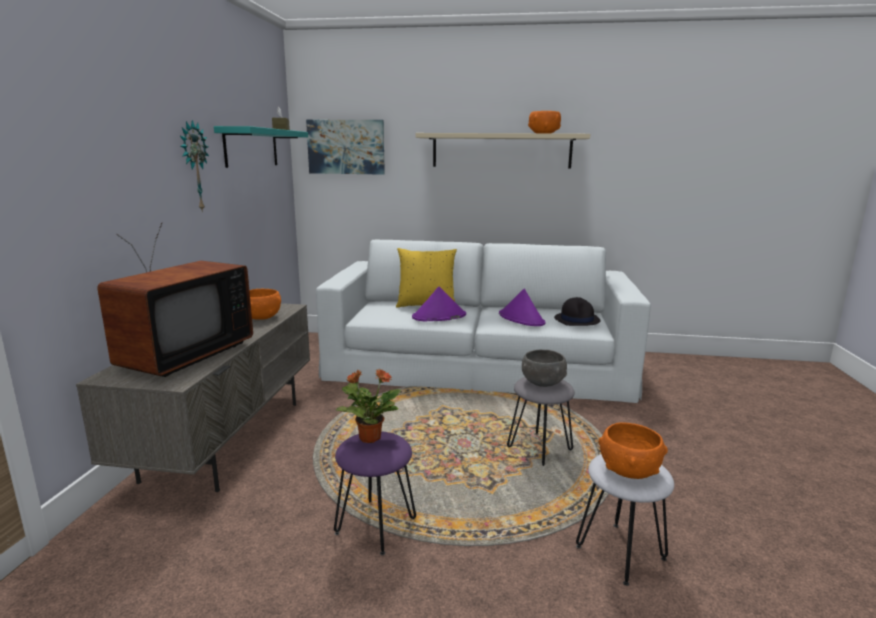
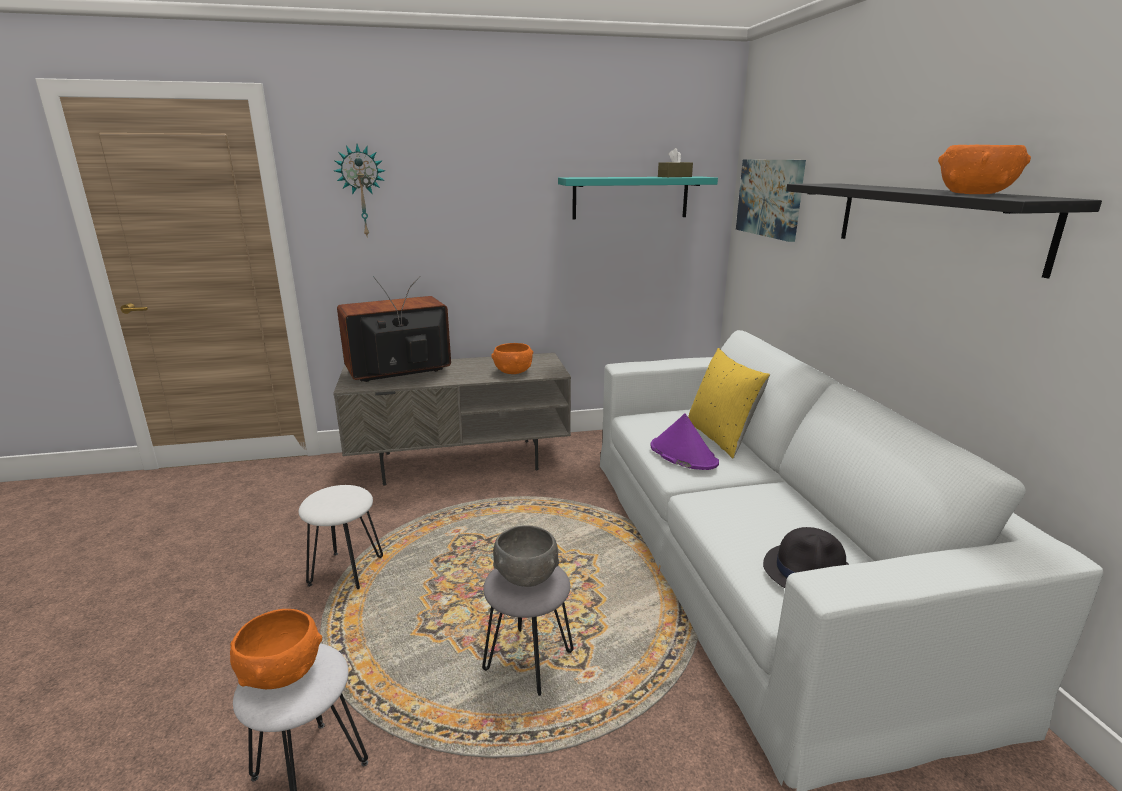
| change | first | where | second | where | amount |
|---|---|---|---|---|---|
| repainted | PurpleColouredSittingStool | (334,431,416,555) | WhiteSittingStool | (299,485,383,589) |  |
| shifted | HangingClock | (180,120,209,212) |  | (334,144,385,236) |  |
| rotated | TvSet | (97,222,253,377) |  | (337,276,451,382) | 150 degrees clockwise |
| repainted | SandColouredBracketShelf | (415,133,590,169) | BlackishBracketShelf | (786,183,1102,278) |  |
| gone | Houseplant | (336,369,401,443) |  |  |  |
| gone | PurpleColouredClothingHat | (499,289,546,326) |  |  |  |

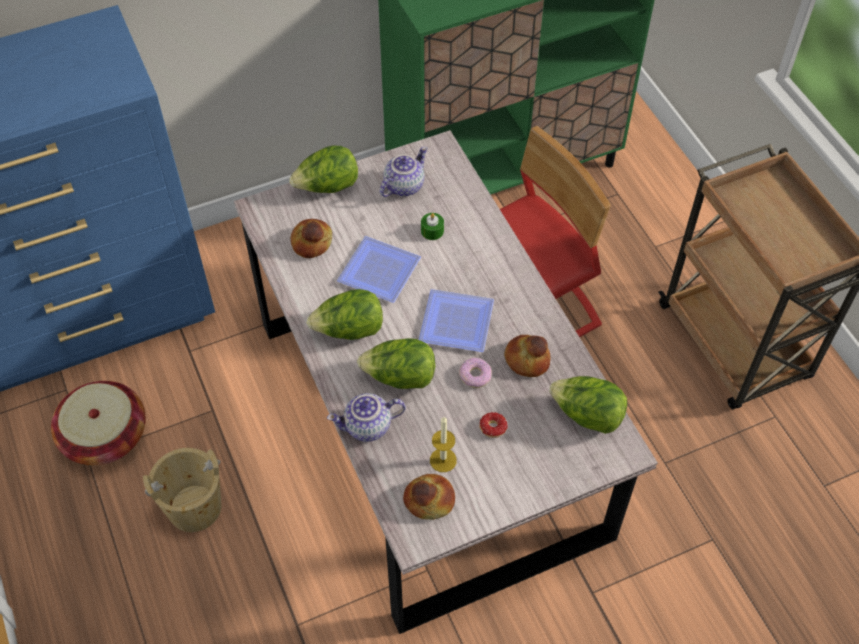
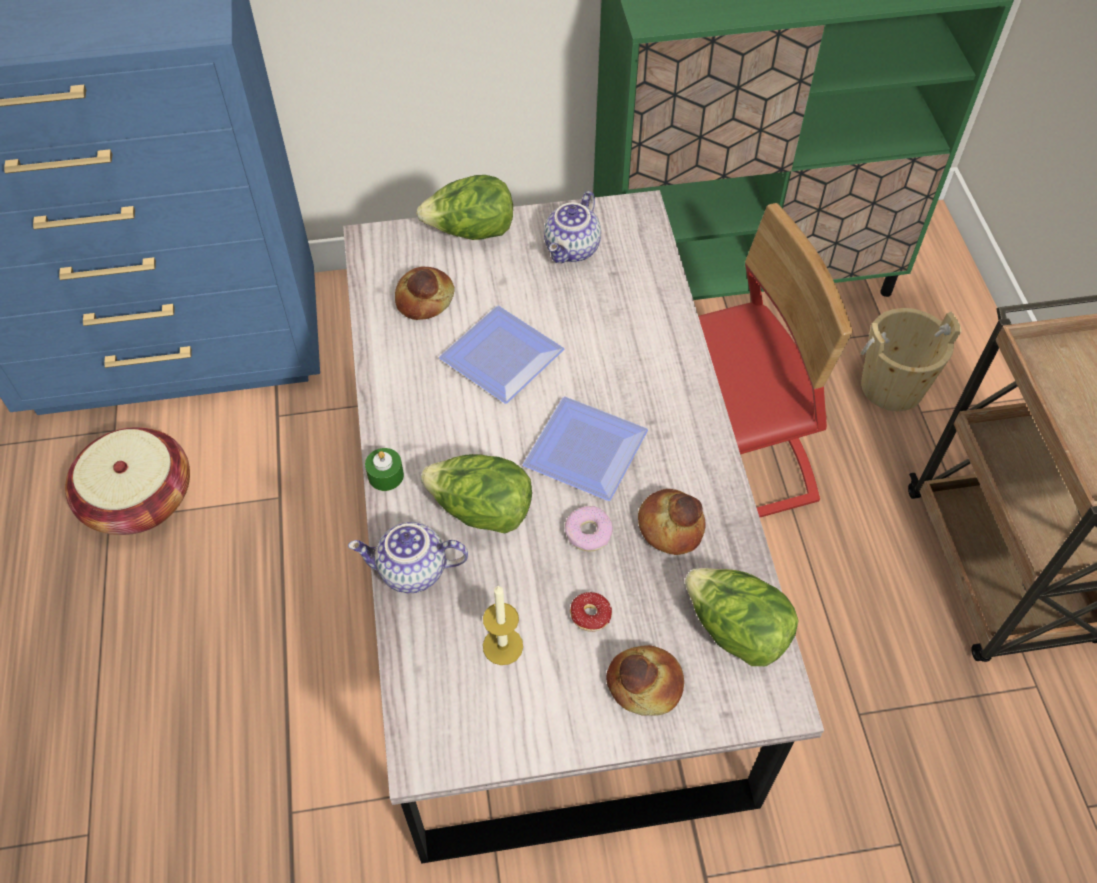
| change | first | where | second | where | amount |
|---|---|---|---|---|---|
| shifted | GreenishWaxCandle | (421,213,444,240) |  | (365,448,404,491) |  |
| rotated | TeaPot | (380,147,428,197) |  | (544,191,601,263) | 150 degrees clockwise |
| shifted | Bread | (403,474,455,520) |  | (606,645,684,716) |  |
| shifted | SandColouredWaterBucket | (143,448,222,532) |  | (861,308,962,411) |  |
| gone | Lettuce | (307,289,383,340) |  |  |  |

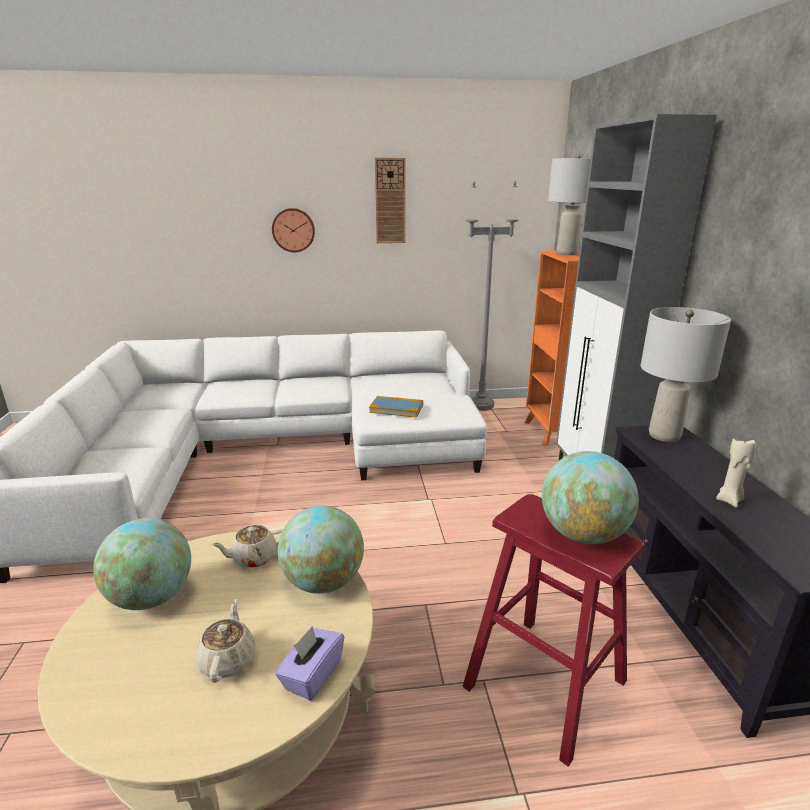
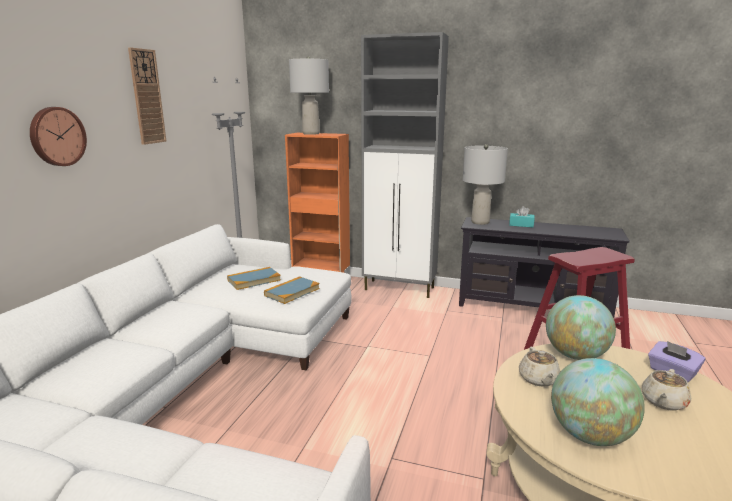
| change | first | where | second | where | amount |
|---|---|---|---|---|---|
| new |  |  | Book | (227,267,281,290) |  |
| new |  |  | BlueGreenBoxOfTissues | (509,206,535,228) |  |
| rotated | SandColouredTeaPot | (196,599,255,683) |  | (642,369,691,411) | 75 degrees counterclockwise |
| gone | Globe | (542,451,639,544) |  |  |  |
| gone | SandColouredWaxCandle | (716,438,756,508) |  |  |  |

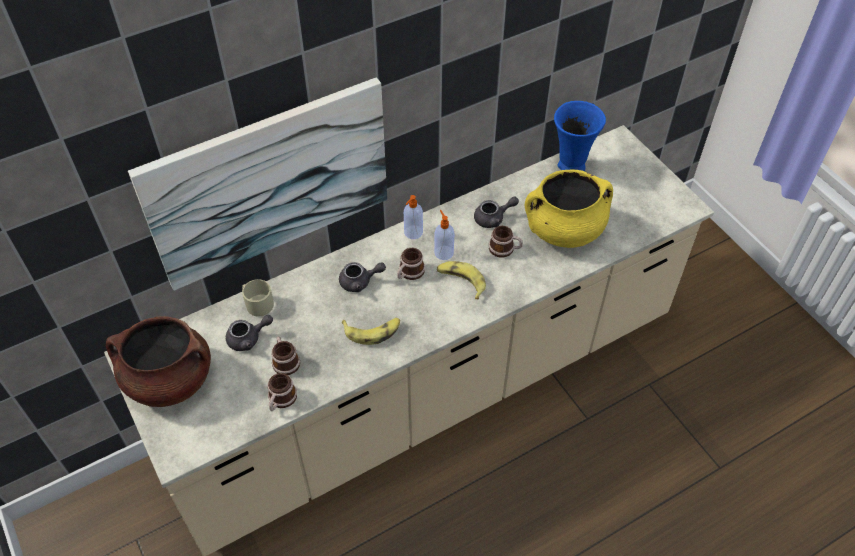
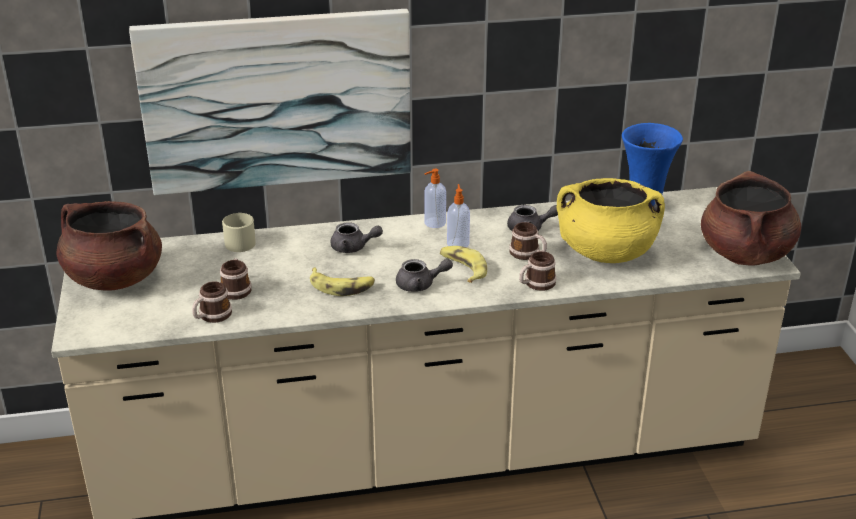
| change | first | where | second | where | amount |
|---|---|---|---|---|---|
| shifted | GrayTeaPot | (226,315,273,351) |  | (396,259,453,292) |  |
| shifted | CoffeeMug | (397,248,425,280) |  | (519,251,557,291) |  |
| new |  |  | BrownColouredSaucepot | (701,171,801,266) |  |

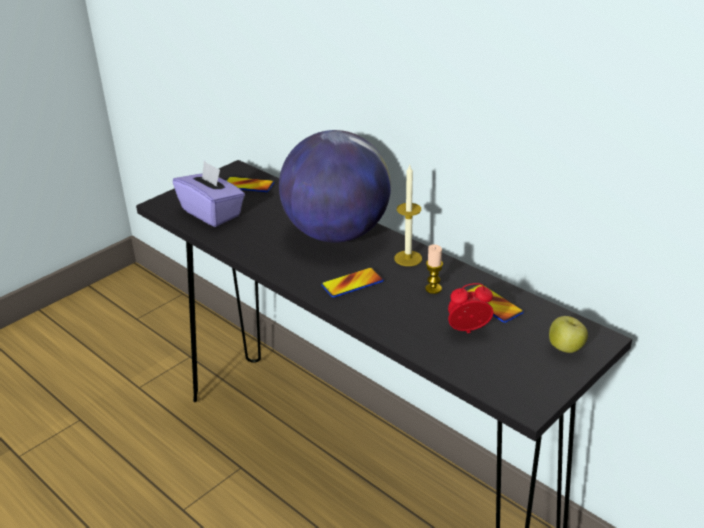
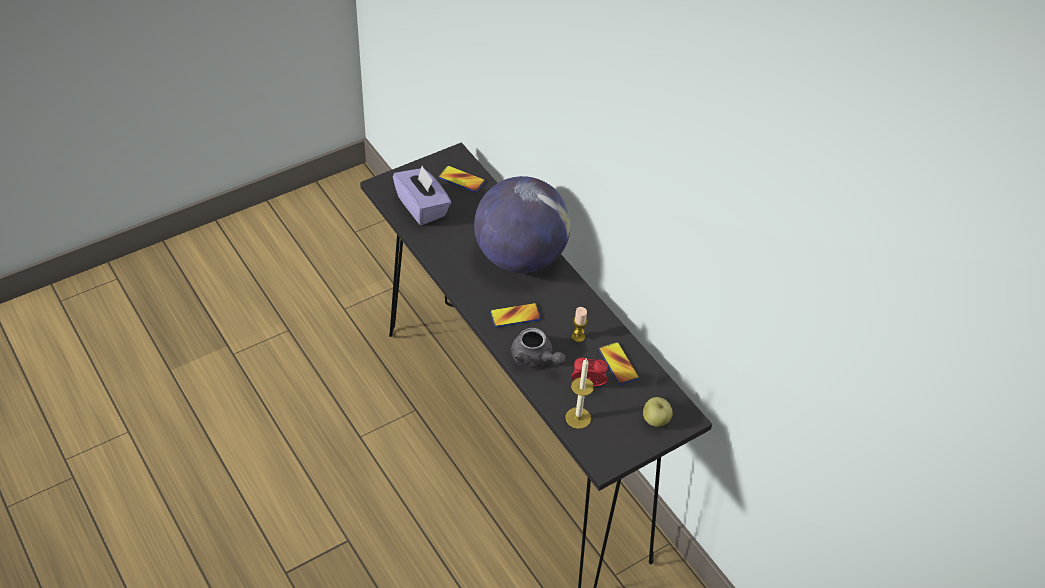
| change | first | where | second | where | amount |
|---|---|---|---|---|---|
| new |  |  | GrayTeaPot | (511,328,566,368) |  |
| shifted | WaxCandle | (394,165,422,266) |  | (565,358,594,429) |  |

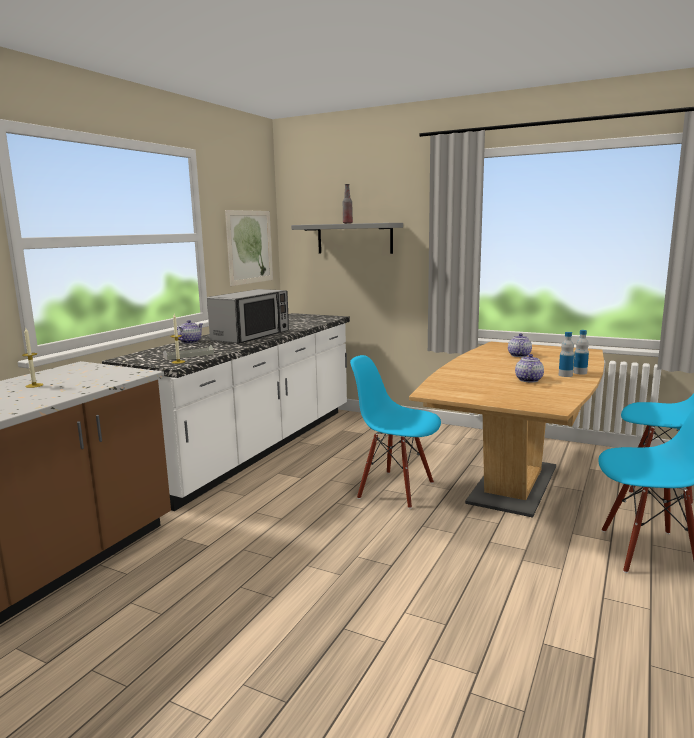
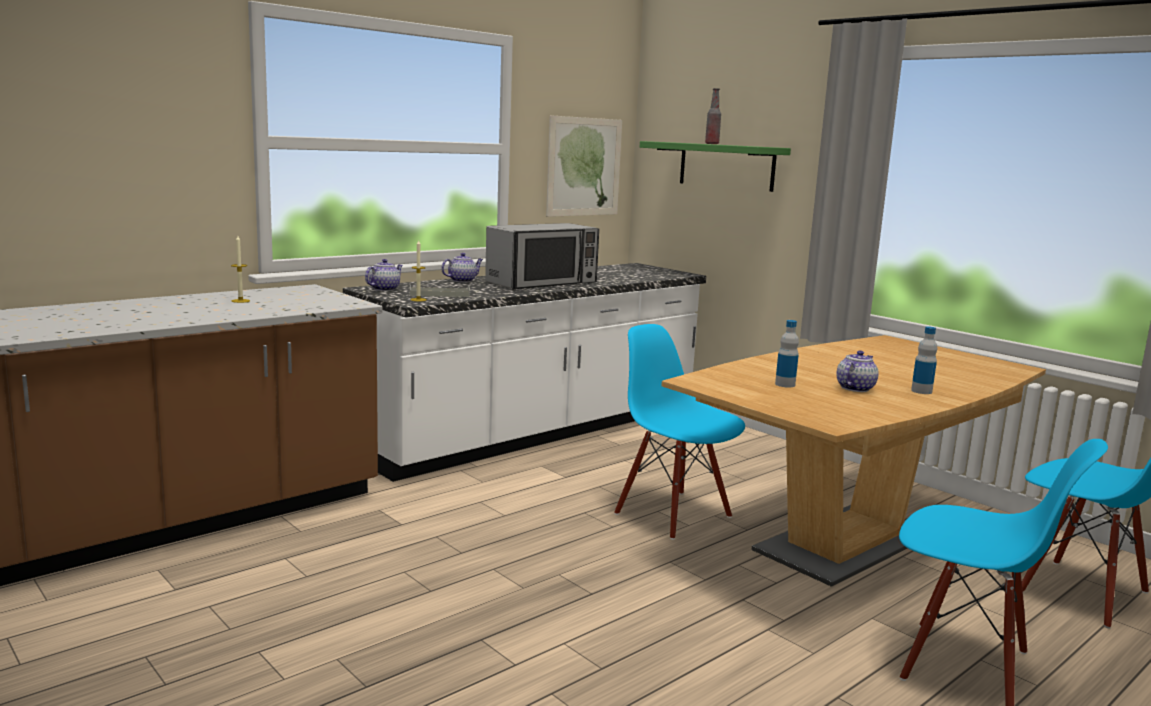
| change | first | where | second | where | amount |
|---|---|---|---|---|---|
| shifted | TeaPot | (508,333,532,357) |  | (365,259,403,291) |  |
| repainted | GrayBracketShelf | (291,223,403,254) | GreenishBracketShelf | (640,141,791,192) |  |
| shifted | DrinkBottle | (573,330,589,375) |  | (775,320,799,388) |  |

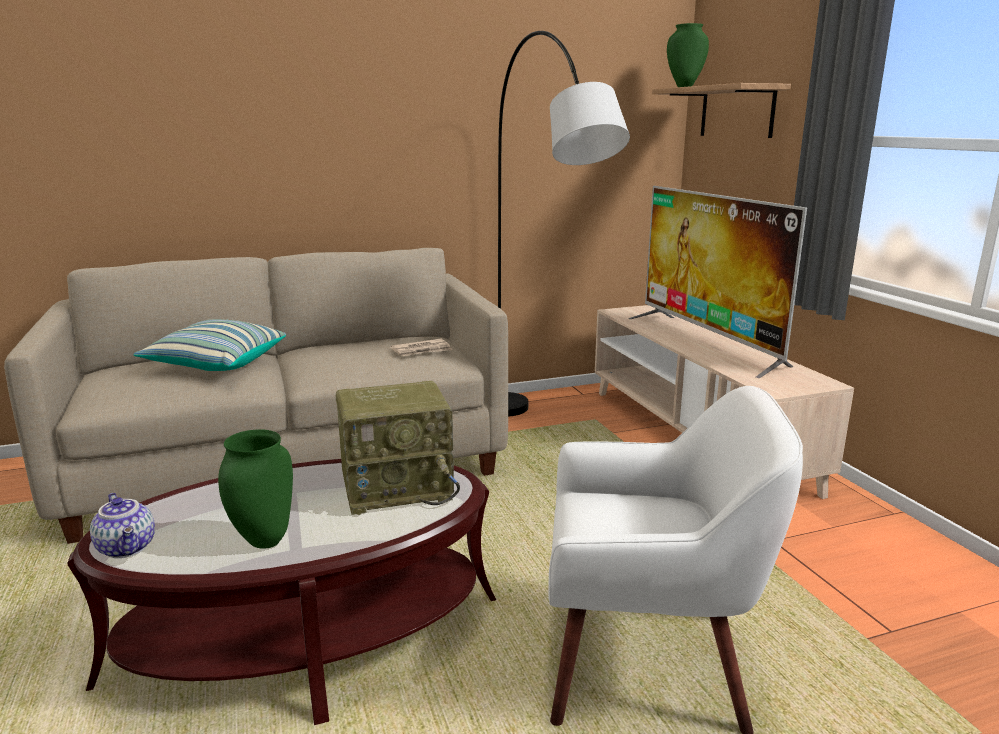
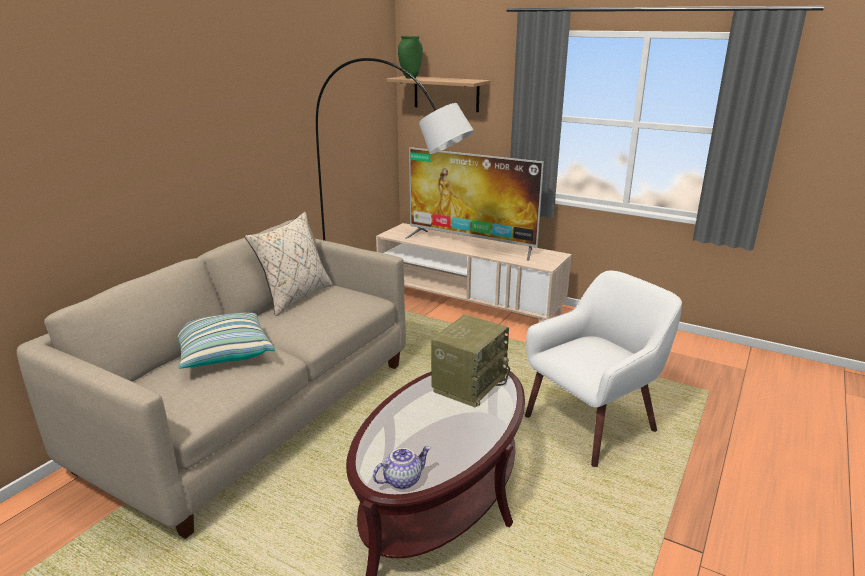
| change | first | where | second | where | amount |
|---|---|---|---|---|---|
| new |  |  | SandColouredThrowPillow | (245,212,333,316) |  |
| rotated | TeaPot | (90,493,155,558) |  | (373,446,431,489) | 45 degrees counterclockwise |
| gone | GreenishDecorativeVase | (218,429,293,549) |  |  |  |
| gone | PrintedPaper | (390,339,452,356) |  |  |  |

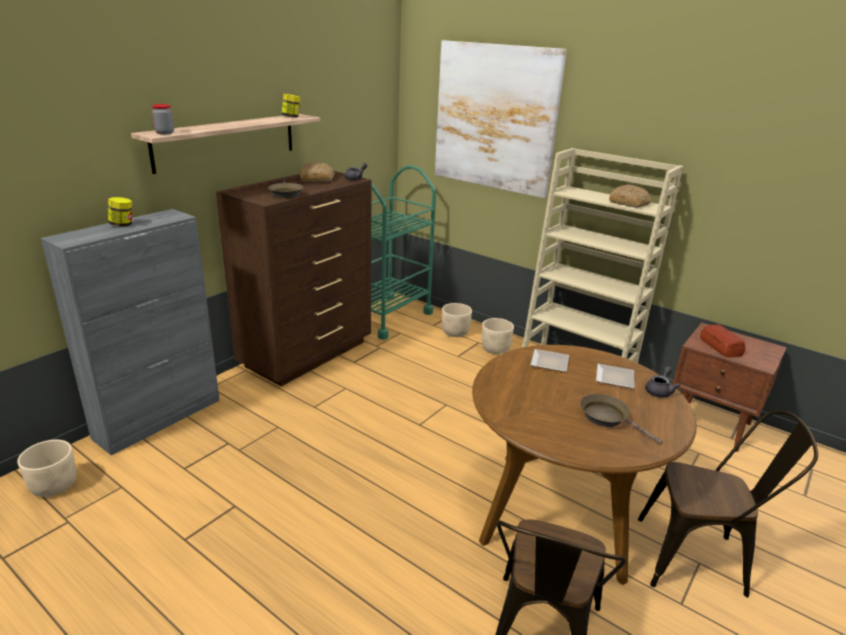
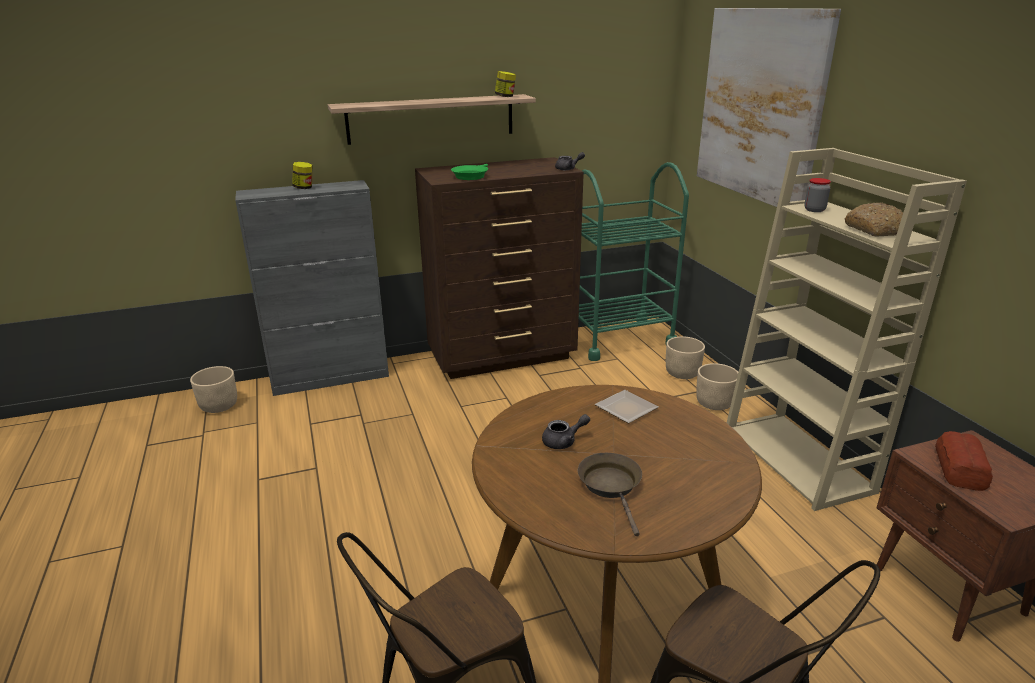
| change | first | where | second | where | amount |
|---|---|---|---|---|---|
| repainted | BrownColouredSkillet | (268,180,304,198) | GreenishSkillet | (451,164,488,180) |  |
| shifted | GrayTeaPot | (645,366,680,398) |  | (542,414,590,449) |  |
| shifted | Jar | (152,104,174,134) |  | (805,178,831,212) |  |
| gone | Bread | (300,162,335,182) |  |  |  |
| gone | Plate | (596,364,634,389) |  |  |  |

